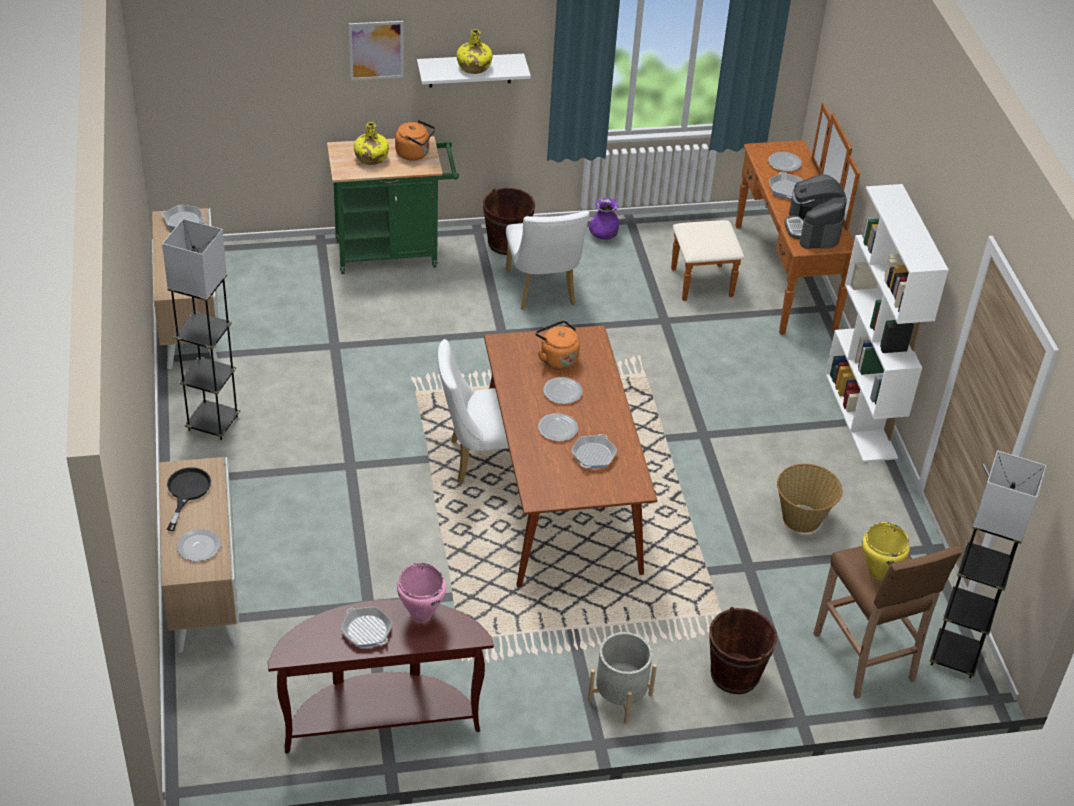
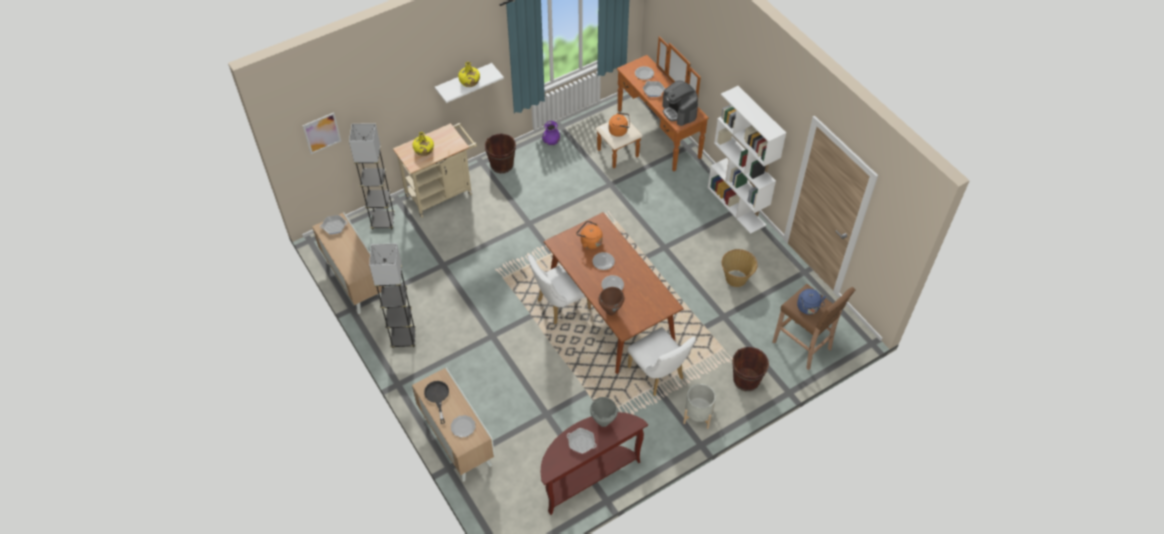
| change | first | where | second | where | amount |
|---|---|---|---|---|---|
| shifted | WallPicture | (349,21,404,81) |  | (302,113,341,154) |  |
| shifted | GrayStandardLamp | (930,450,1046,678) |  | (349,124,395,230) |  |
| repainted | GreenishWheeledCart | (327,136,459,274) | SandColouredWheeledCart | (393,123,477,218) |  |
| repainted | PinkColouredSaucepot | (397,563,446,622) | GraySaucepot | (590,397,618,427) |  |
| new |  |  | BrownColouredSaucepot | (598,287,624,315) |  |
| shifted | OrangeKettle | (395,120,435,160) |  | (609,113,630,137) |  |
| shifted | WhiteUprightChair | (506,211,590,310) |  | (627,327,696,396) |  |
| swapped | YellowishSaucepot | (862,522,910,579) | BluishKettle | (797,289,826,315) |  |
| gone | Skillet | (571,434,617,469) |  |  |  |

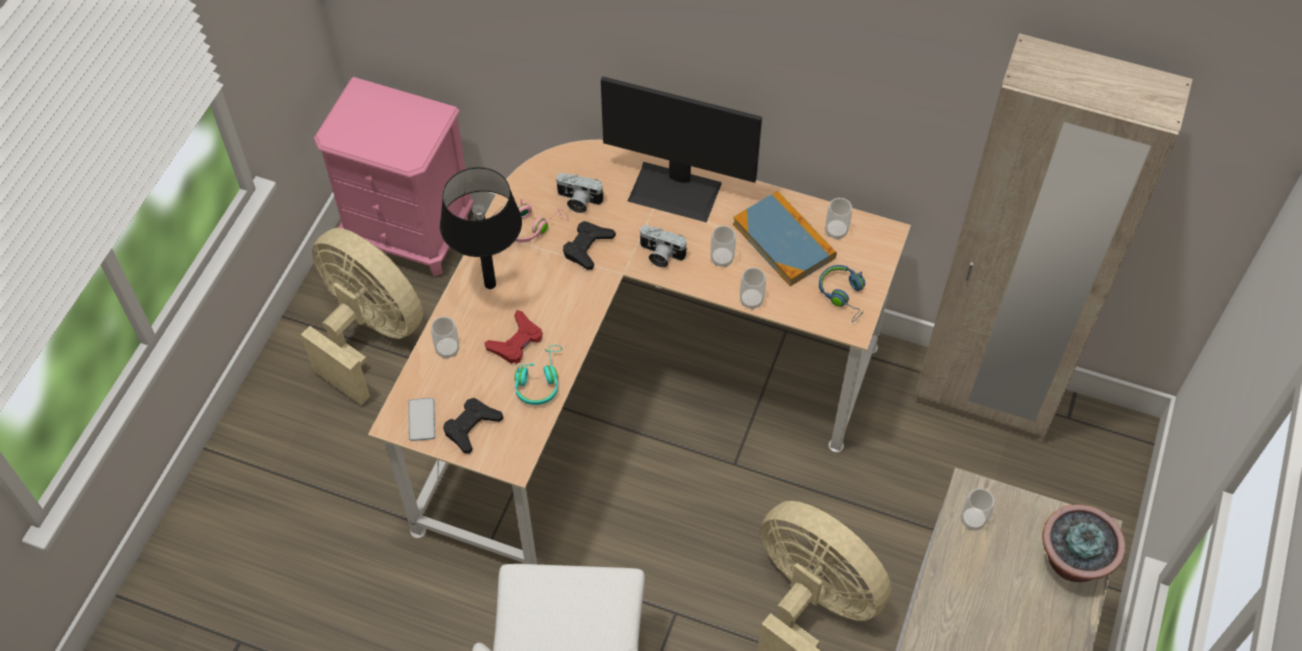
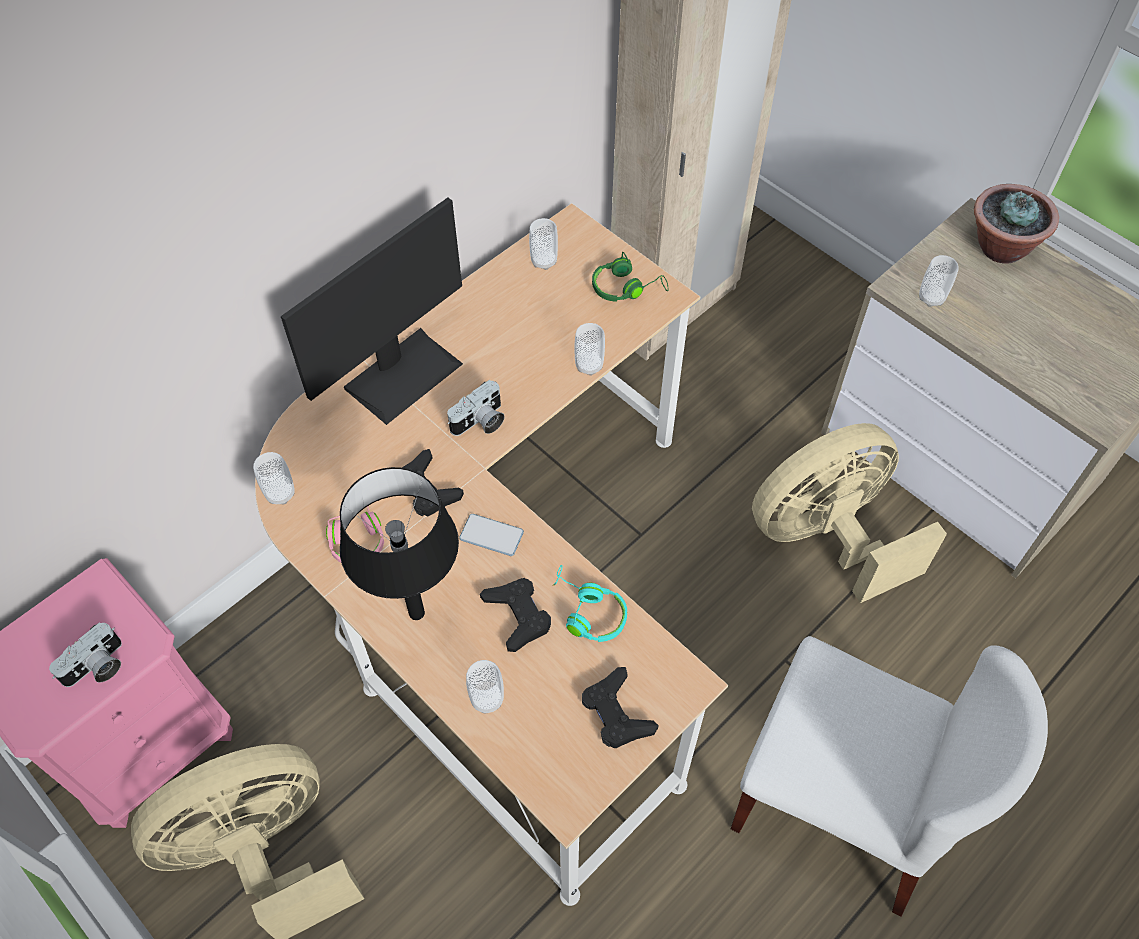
| change | first | where | second | where | amount |
|---|---|---|---|---|---|
| shifted | PhotoCamera | (555,173,604,213) |  | (49,622,122,687) |  |
| shifted | Cup | (711,226,736,267) |  | (253,452,295,504) |  |
| shifted | Telephone | (408,398,435,441) |  | (459,514,524,556) |  |
| repainted | RedColouredGameController | (485,310,542,364) | BlackishGameController | (480,578,551,652) |  |
| repainted | BluishHeadphones | (819,265,865,322) | GreenishHeadphones | (592,252,668,302) |  |
| gone | Book | (733,191,837,286) |  |  |  |

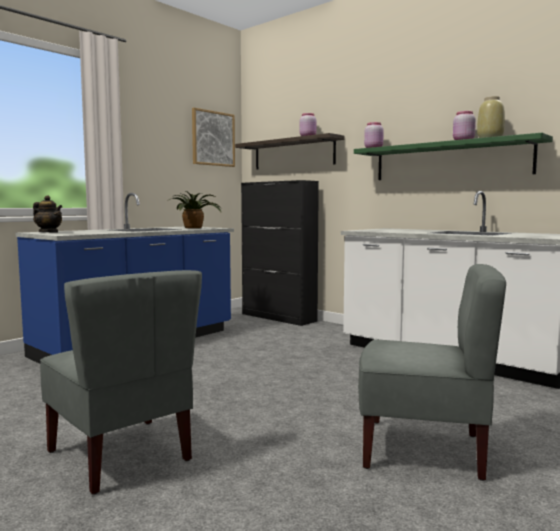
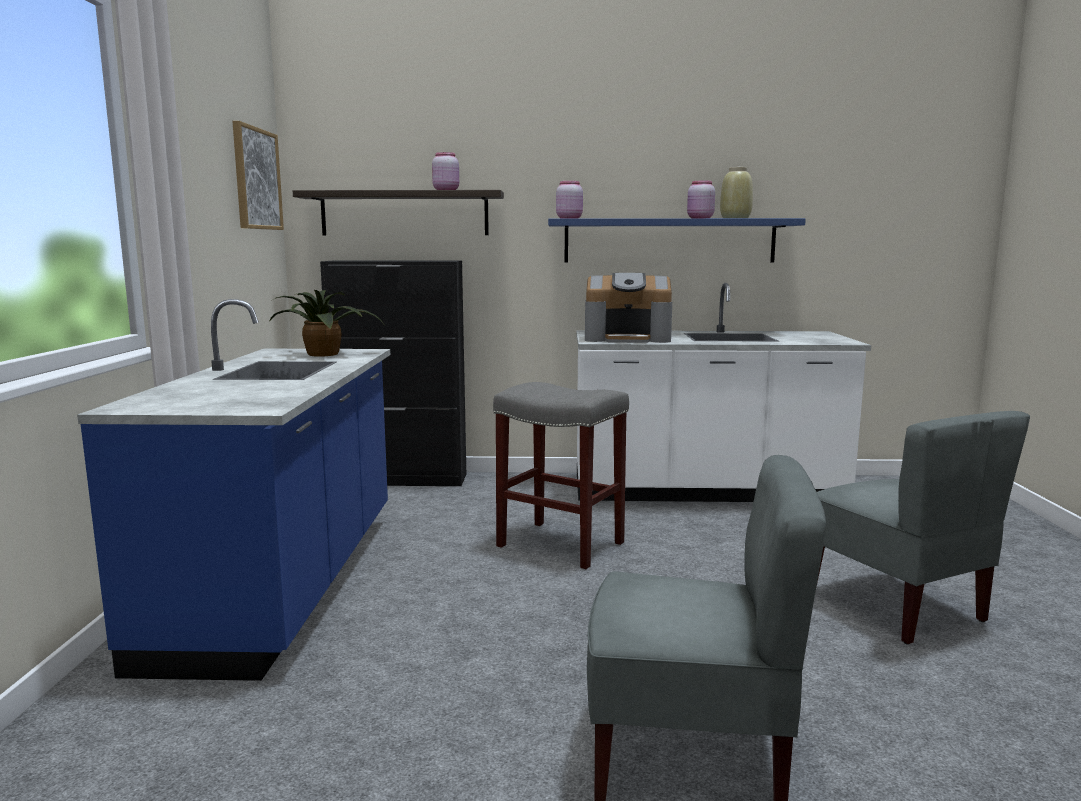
| change | first | where | second | where | amount |
|---|---|---|---|---|---|
| new |  |  | GraySittingStool | (493,382,629,569) |  |
| repainted | GreenishBracketShelf | (354,133,553,180) | BluishBracketShelf | (548,218,806,263) |  |
| new |  |  | CoffeeBrewer | (585,273,672,343) |  |
| rotated | GrayUprightChair | (358,264,506,481) |  | (816,411,1030,645) | 90 degrees clockwise |
| gone | TeaPot | (33,195,62,233) |  |  |  |

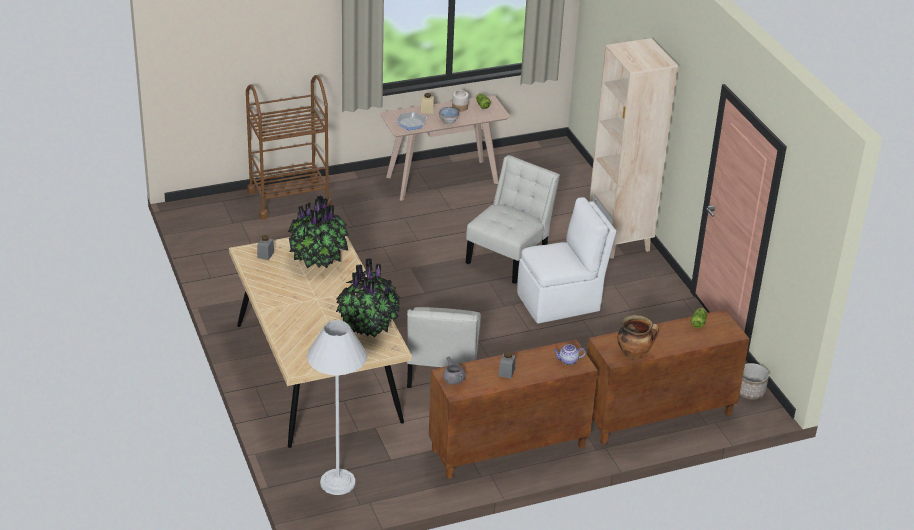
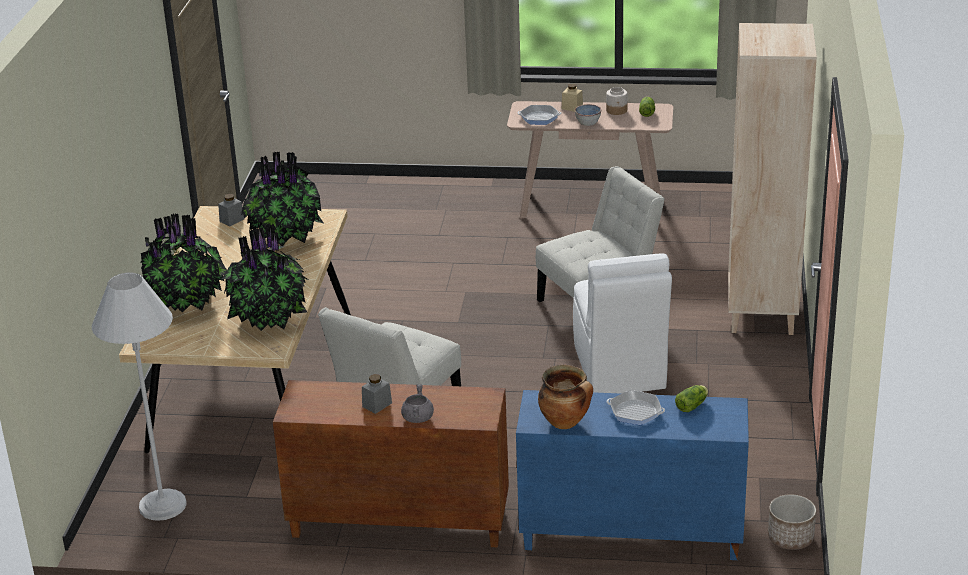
| change | first | where | second | where | amount |
|---|---|---|---|---|---|
| new |  |  | Houseplant | (141,213,227,313) |  |
| shifted | GraySaucepot | (443,357,466,385) |  | (401,384,434,423) |  |
| repainted | BrownColouredCabinet | (587,309,749,445) | BluishCabinet | (516,390,749,560) |  |
| rotated | WhiteUprightChair | (517,197,616,324) |  | (573,253,672,394) | 75 degrees clockwise |
| new |  |  | Skillet | (607,390,665,425) |  |
| gone | BrownColouredWheeledCart | (246,75,332,219) |  |  |  |
| gone | TeaPot | (553,344,586,365) |  |  |  |

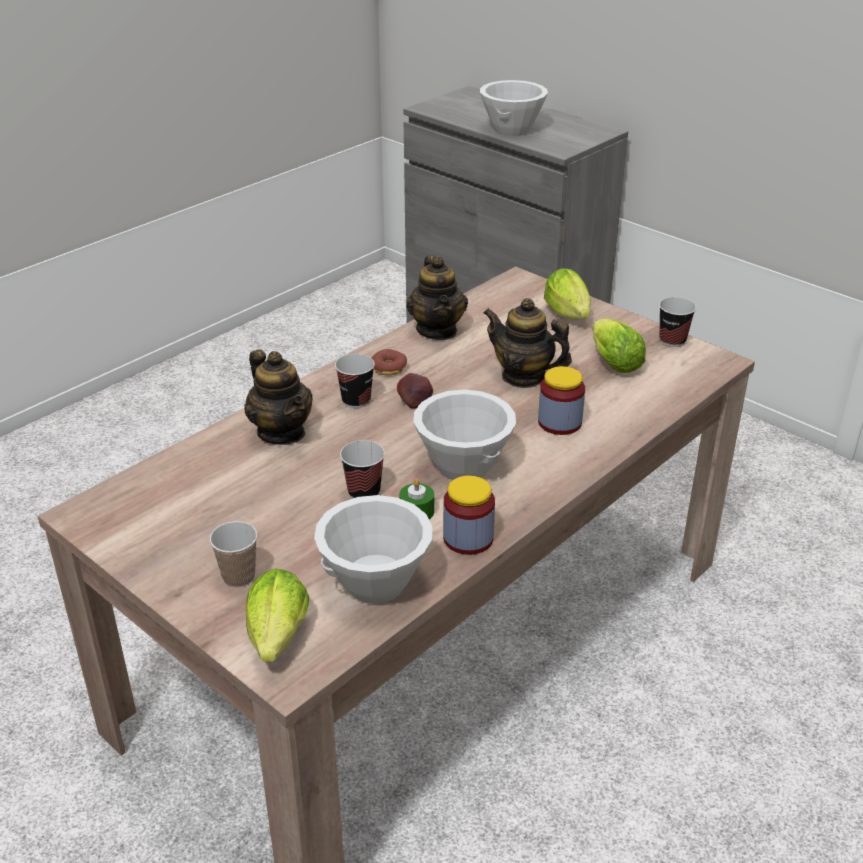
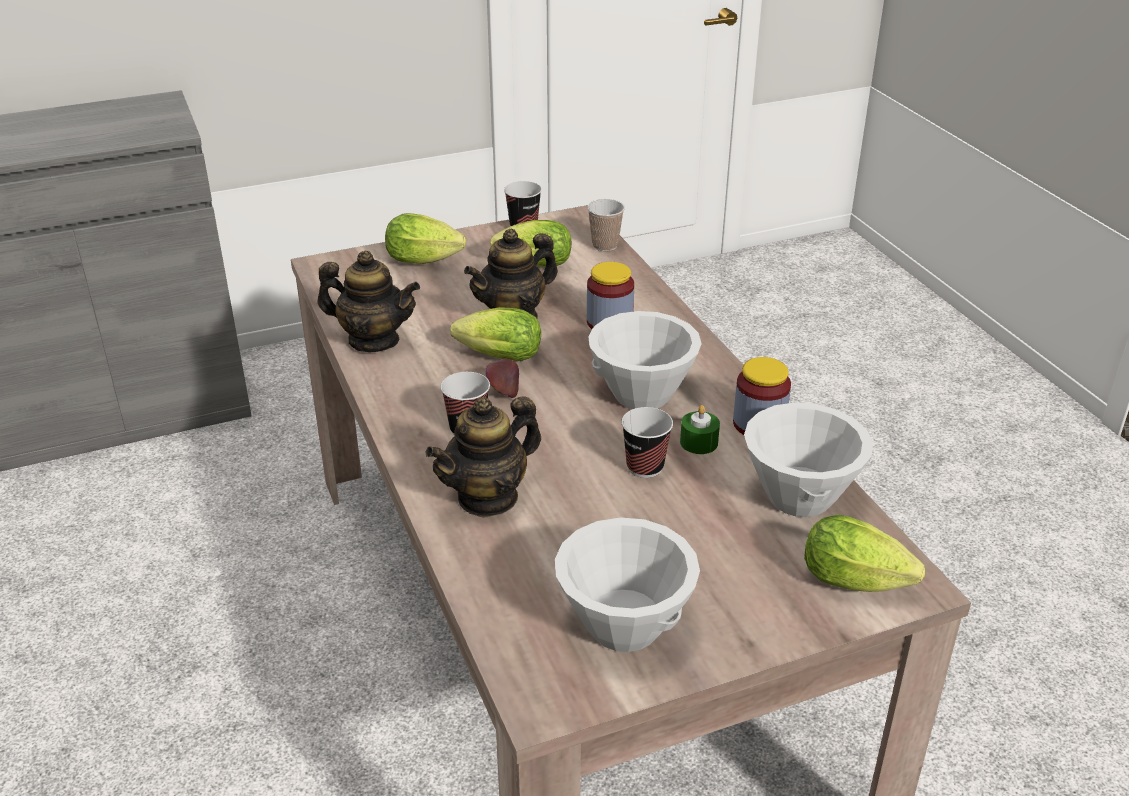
| change | first | where | second | where | amount |
|---|---|---|---|---|---|
| rotated | TeaPot | (244,349,313,445) |  | (425,396,541,518) | 150 degrees clockwise |
| new |  |  | Lettuce | (450,307,541,361) |  |
| shifted | WhiteBowl | (480,80,548,136) |  | (555,517,700,652) |  |
| shifted | Cup | (209,521,257,587) |  | (587,199,625,251) |  |
| gone | RingDoughnut | (372,349,407,376) |  |  |  |

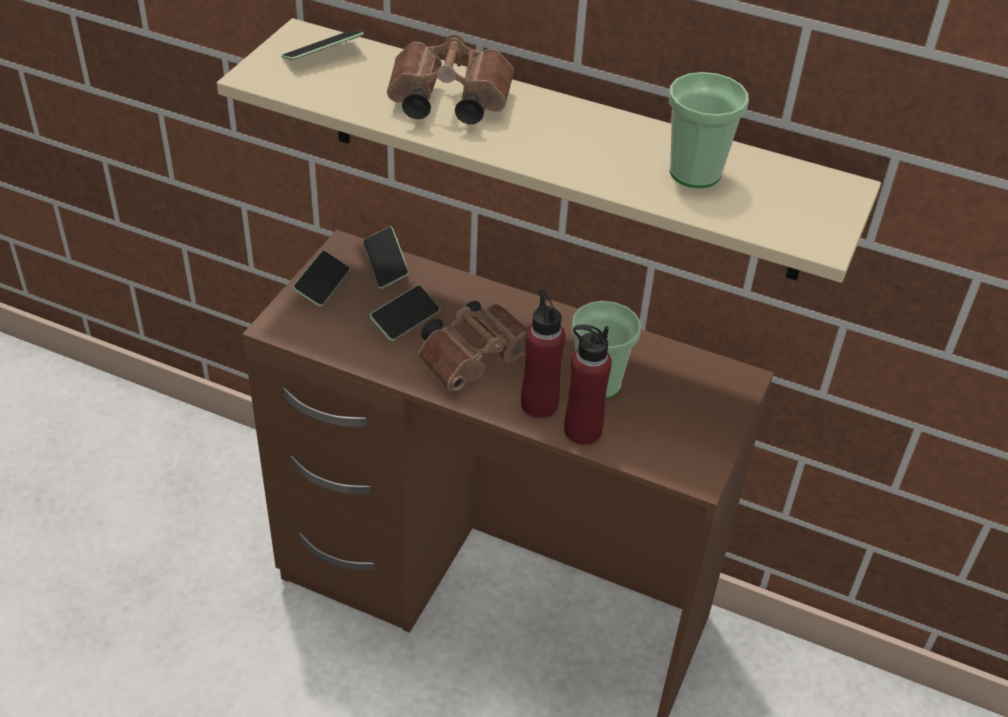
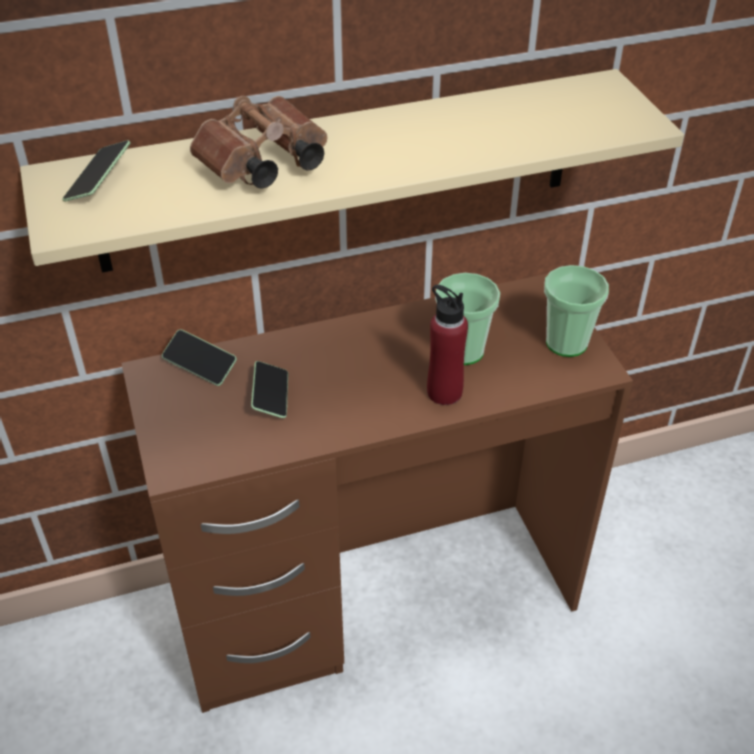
| change | first | where | second | where | amount |
|---|---|---|---|---|---|
| shifted | Cup | (669,72,749,188) |  | (544,265,609,357) |  |
| gone | Telephone | (292,251,350,307) |  |  |  |
| gone | BrownColouredBinoculars | (418,301,527,391) |  |  |  |
| gone | RedColouredDrinkBottle | (564,324,612,445) |  |  |  |

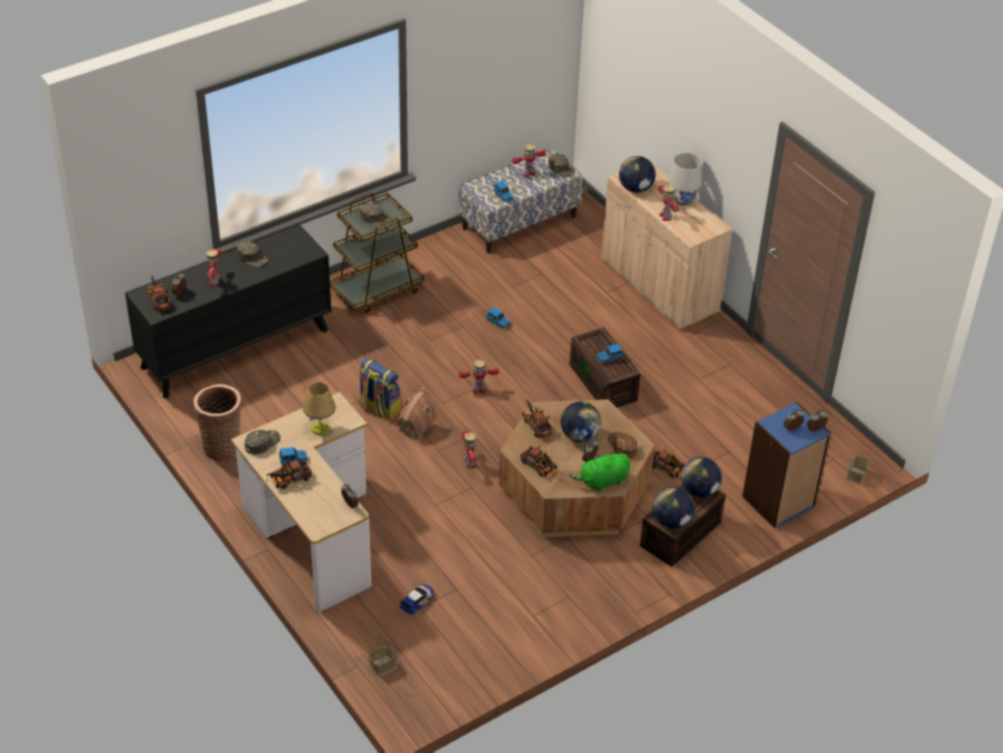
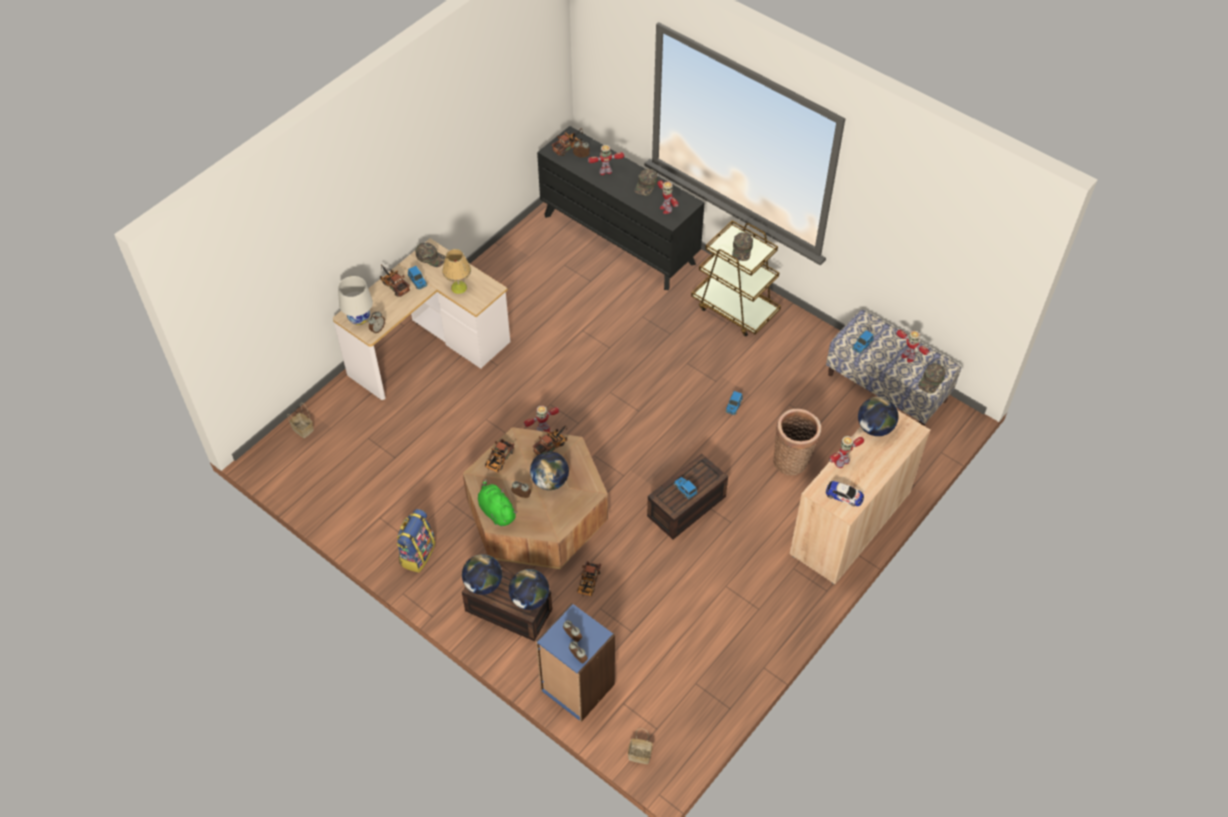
| change | first | where | second | where | amount |
|---|---|---|---|---|---|
| shifted | WhiteLampForATable | (668,153,702,205) |  | (338,276,373,325) |  |
| shifted | Rucksack | (359,358,401,421) |  | (397,509,436,573) |  |
| shifted | ToyRobot | (459,360,499,395) |  | (657,180,679,214) |  |
| shifted | HouseholdBasket | (194,384,242,461) |  | (773,409,821,475) |  |
| shifted | MiniatureCar | (400,584,434,614) |  | (826,481,864,506) |  |
| gone | ToyHouse | (397,388,436,441) |  |  |  |
| gone | BrownColouredBaseballCap | (608,432,637,458) |  |  |  |

